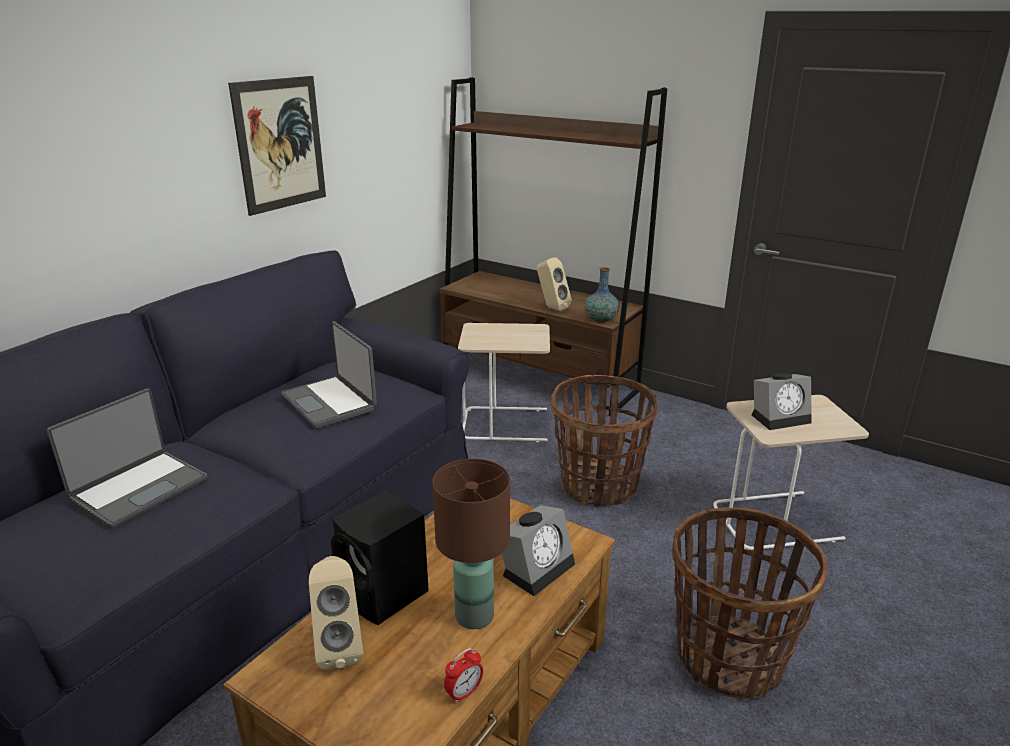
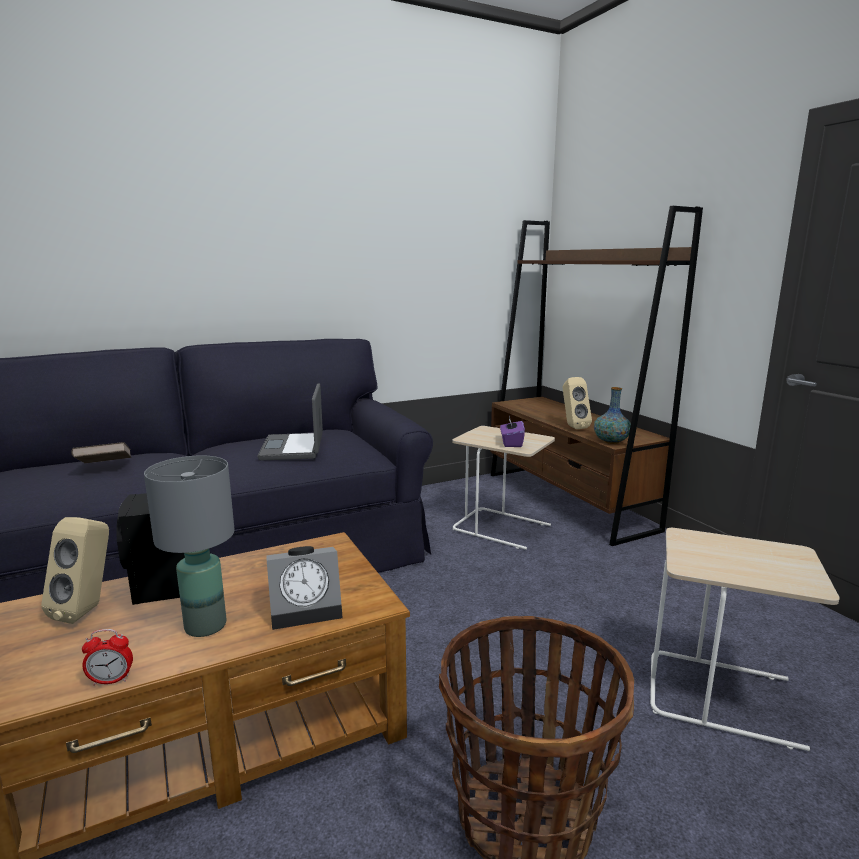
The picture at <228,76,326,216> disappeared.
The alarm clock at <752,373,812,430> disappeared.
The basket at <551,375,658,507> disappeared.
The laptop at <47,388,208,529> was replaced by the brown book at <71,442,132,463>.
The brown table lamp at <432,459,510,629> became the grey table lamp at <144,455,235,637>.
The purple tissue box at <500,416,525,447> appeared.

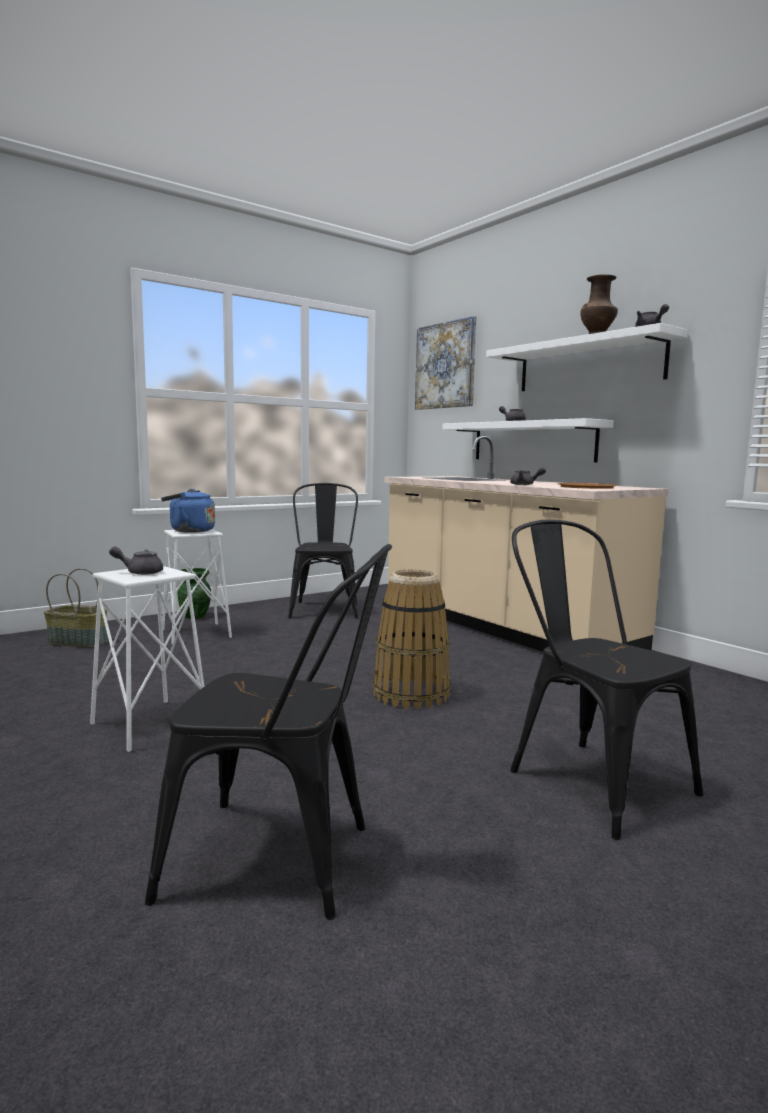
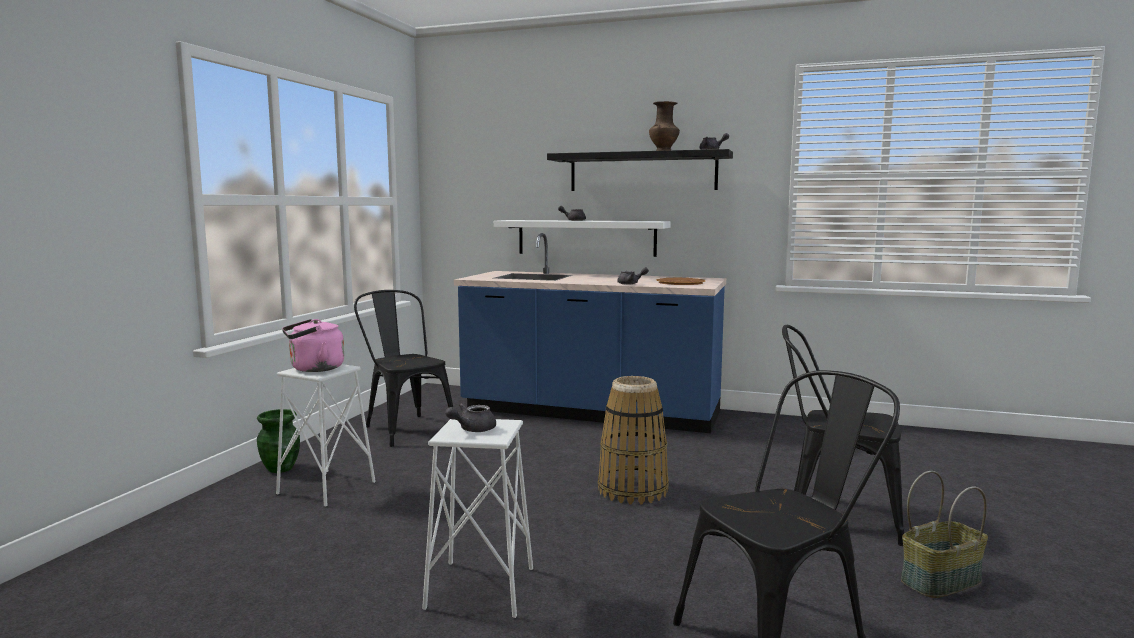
The picture at <415,316,477,410> disappeared.
The white shelf at <486,323,688,391> became the black shelf at <547,149,733,191>.
The beige counter at <384,436,669,652> became the blue counter at <454,233,726,433>.
The blue kettle at <161,489,215,533> became the pink kettle at <282,319,344,372>.
The basket moved from <44,568,107,647> to <901,471,988,598>.

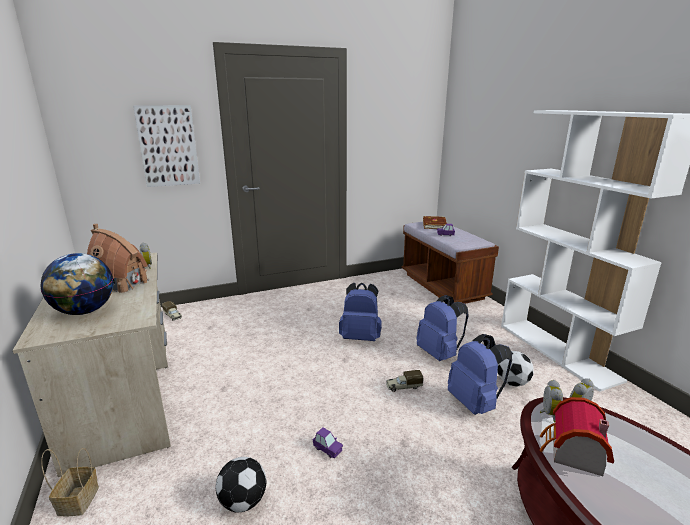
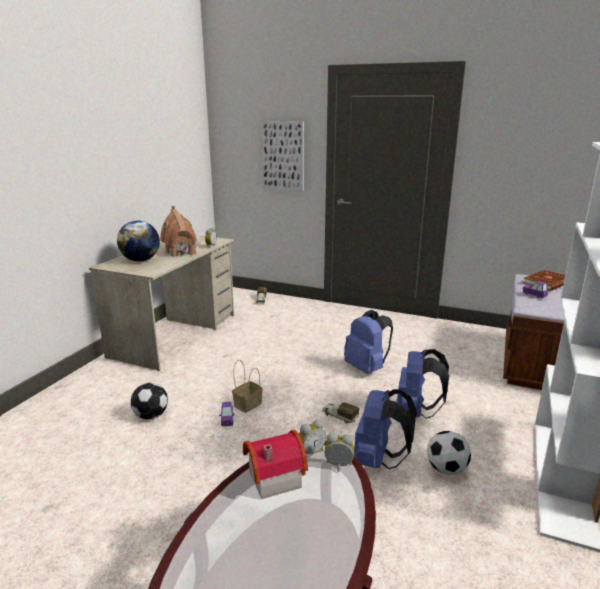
The basket moved from <41,448,99,516> to <232,360,263,413>.

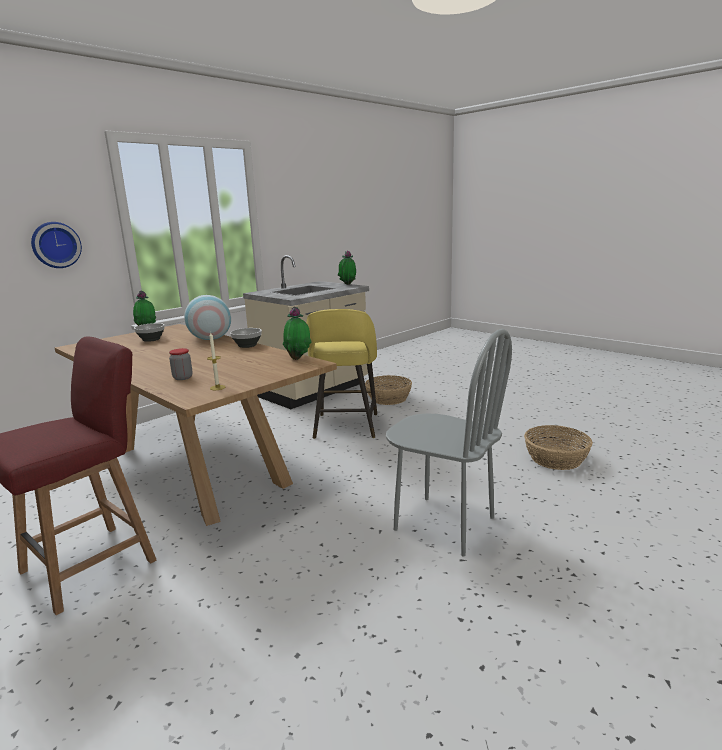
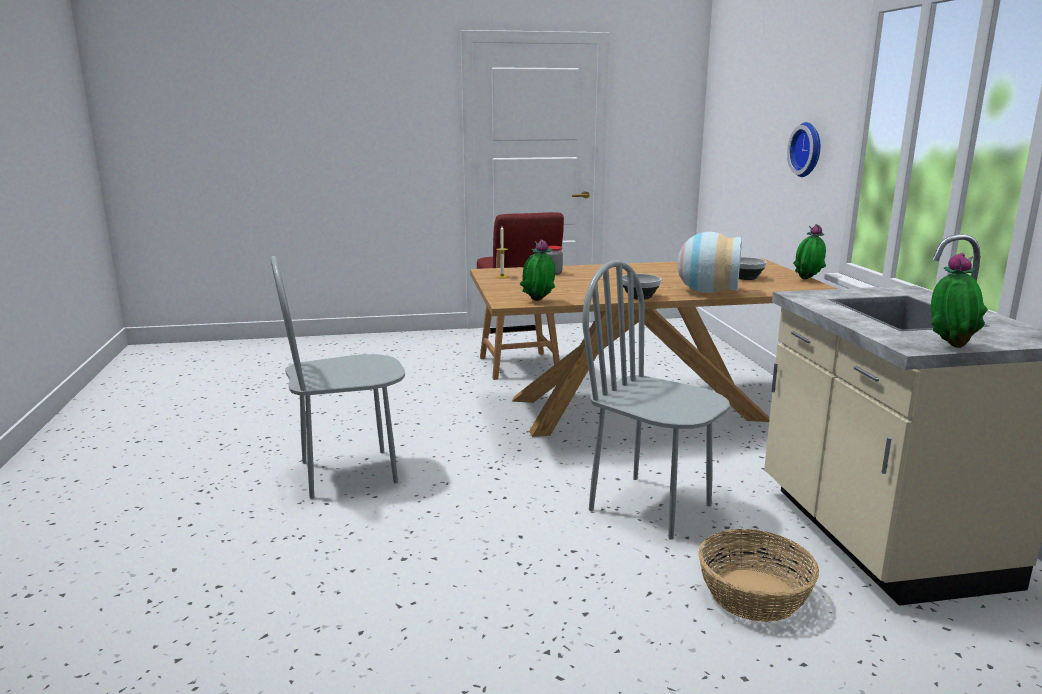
The yellow stool at <306,309,377,439> was replaced by the grey chair at <582,260,730,540>.
The basket at <524,425,593,470> disappeared.

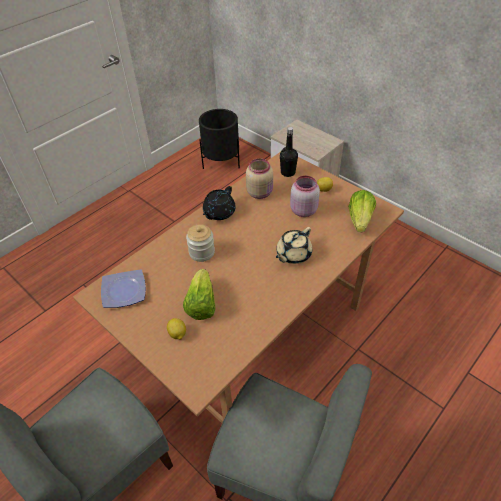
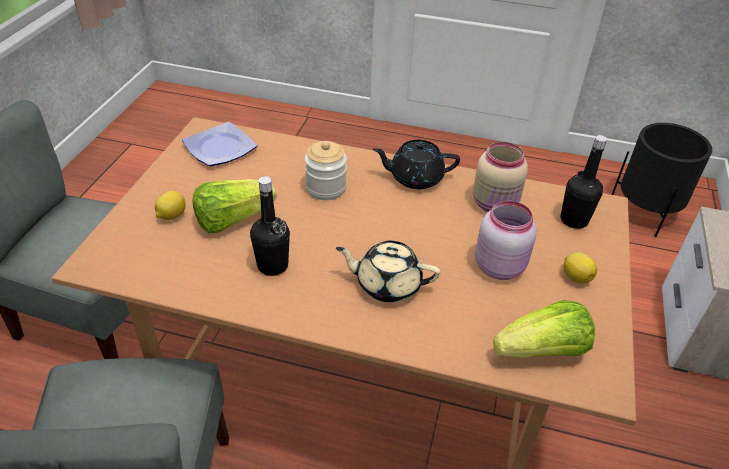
The black bottle at <250,176,290,276> appeared.

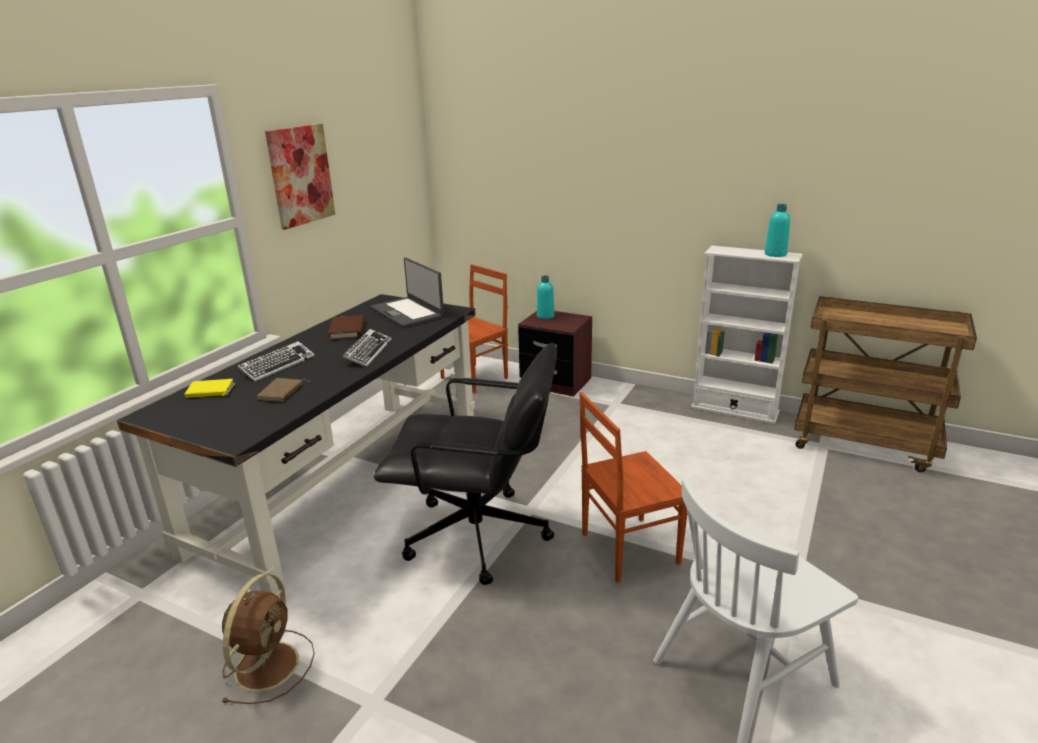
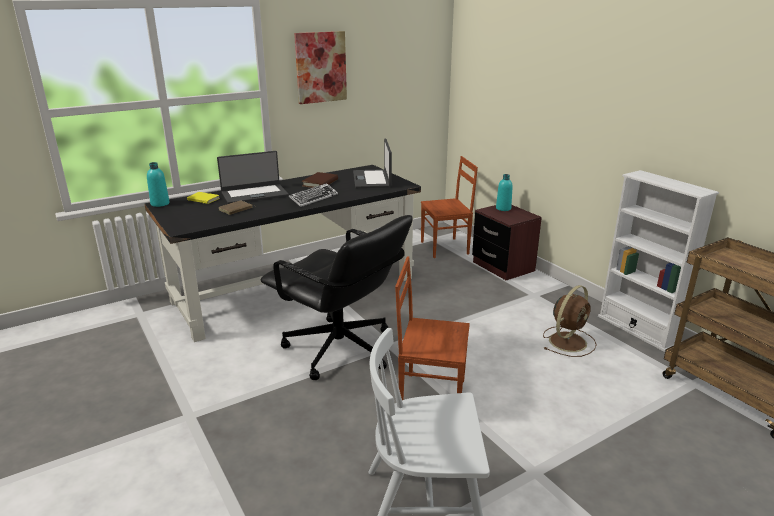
The turquoise bottle moved from <765,204,790,257> to <147,162,170,207>.
The keyboard at <238,341,315,382> was replaced by the laptop at <217,151,289,204>.
The brown fan moved from <221,573,315,704> to <543,285,597,357>.

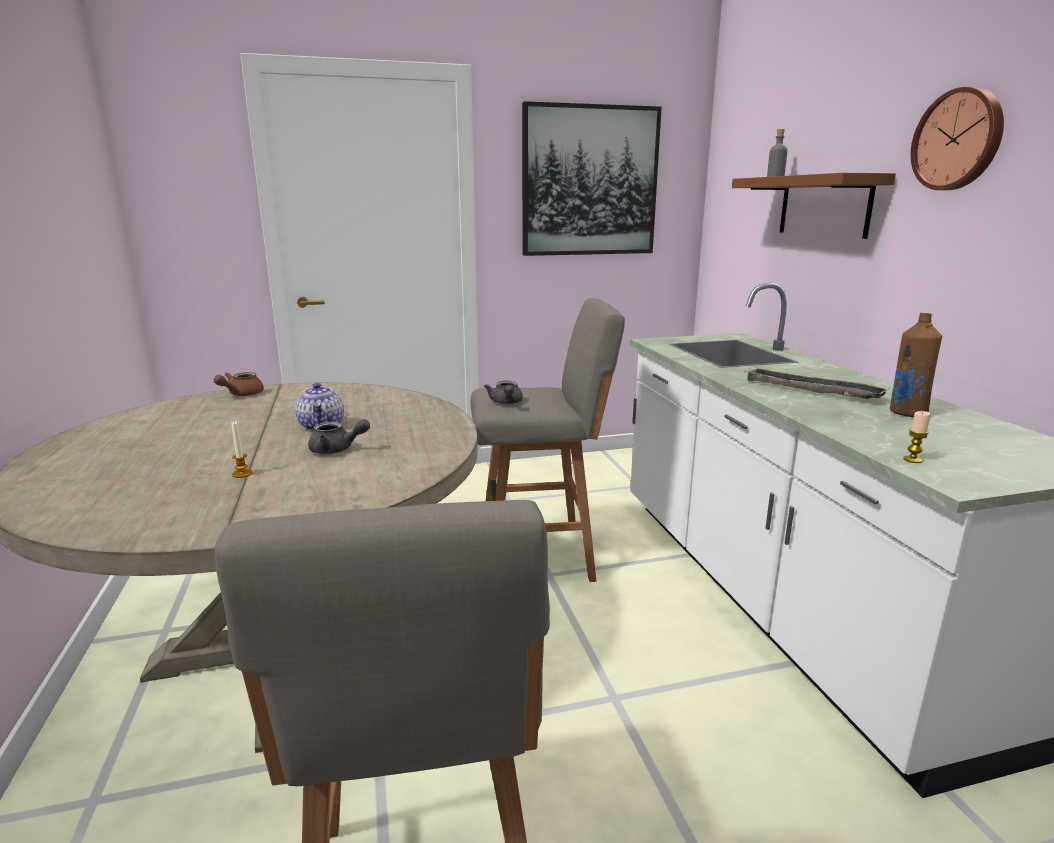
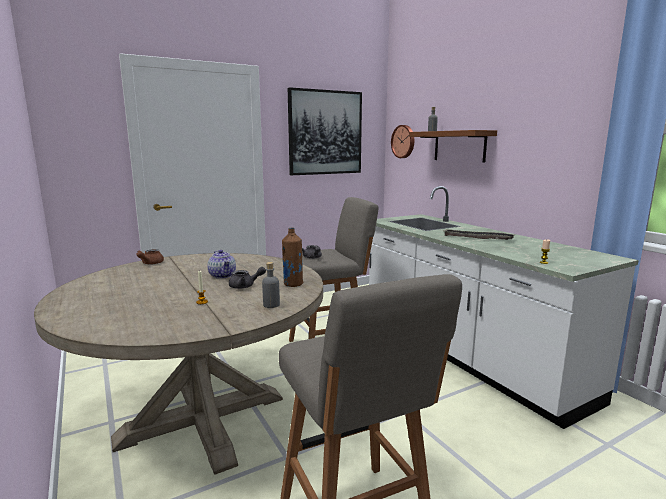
The wall clock moved from <911,87,1004,190> to <391,125,414,158>.
The brown bottle moved from <890,313,942,417> to <282,228,303,287>.
The grey bottle at <262,262,280,308> appeared.

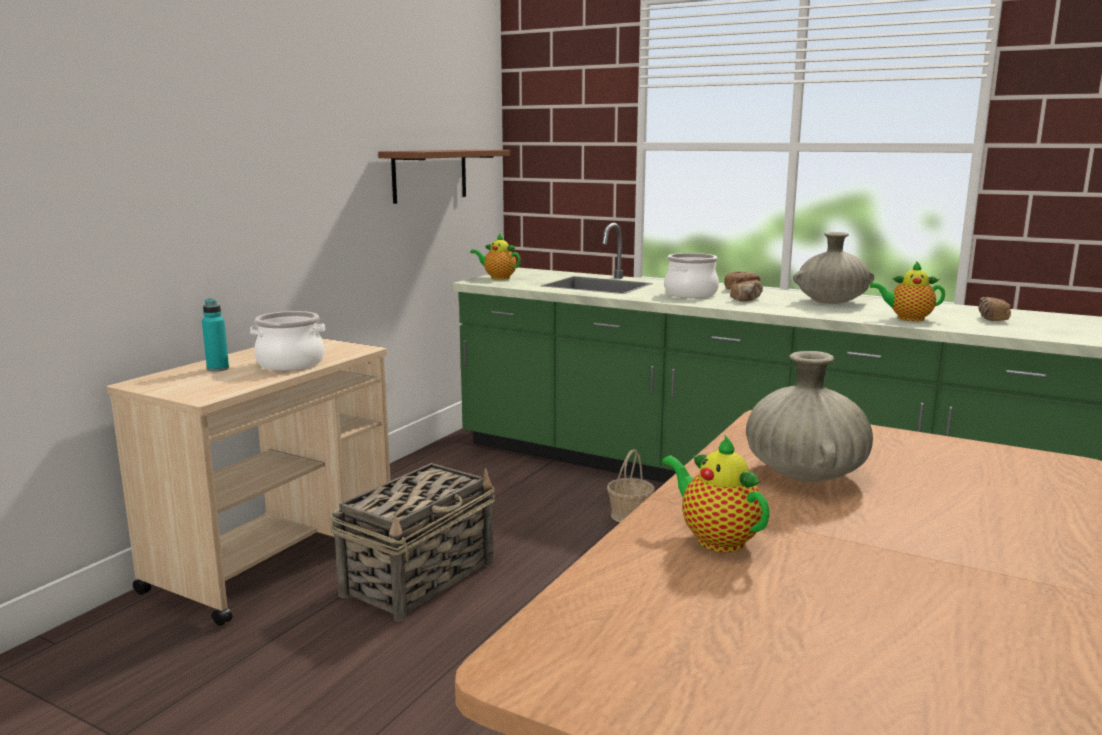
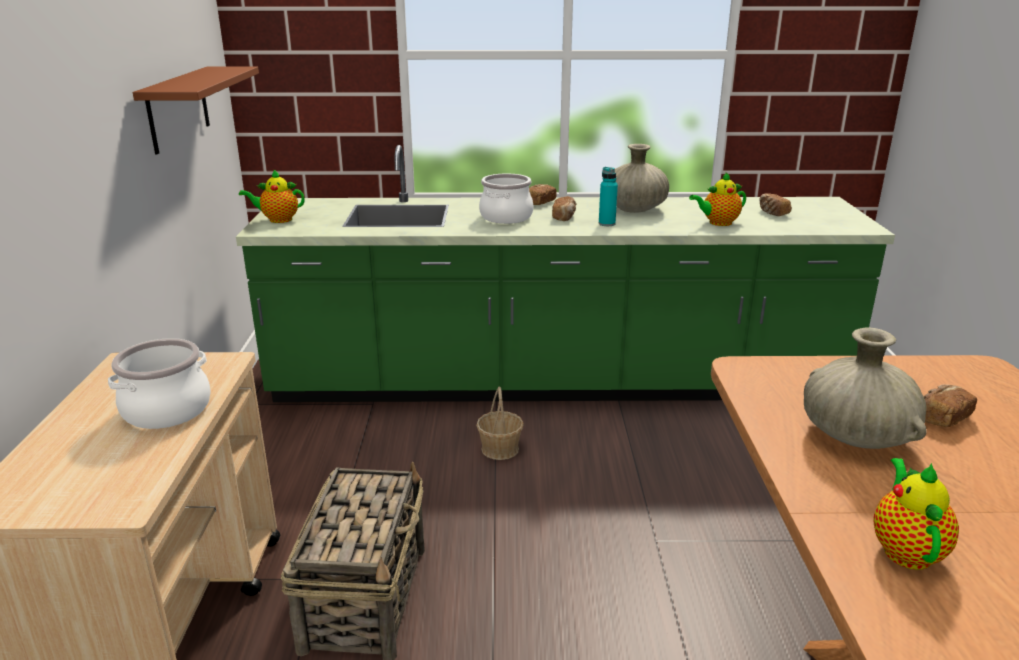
The turquoise bottle moved from <202,299,229,372> to <599,167,618,226>.
The teapot at <662,435,770,552> turned 75 degrees clockwise.
The bread at <924,385,977,427> appeared.

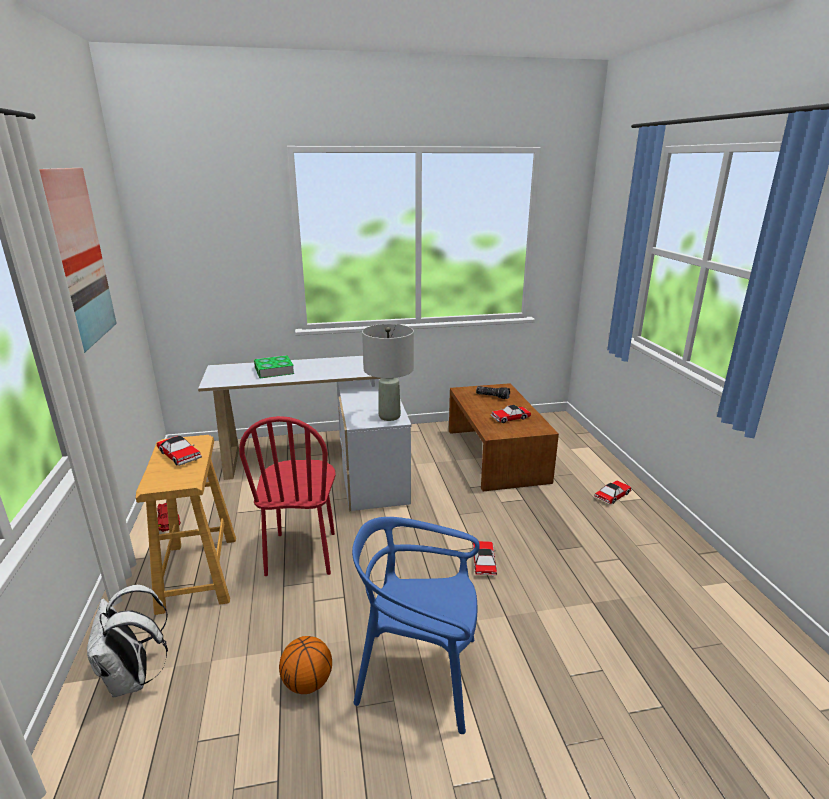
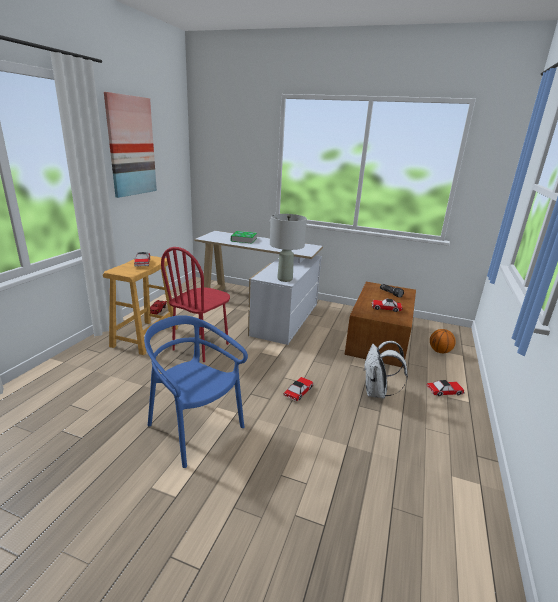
The white backpack moved from <87,585,168,697> to <364,341,408,399>.
The basketball moved from <279,636,332,694> to <430,329,456,353>.

